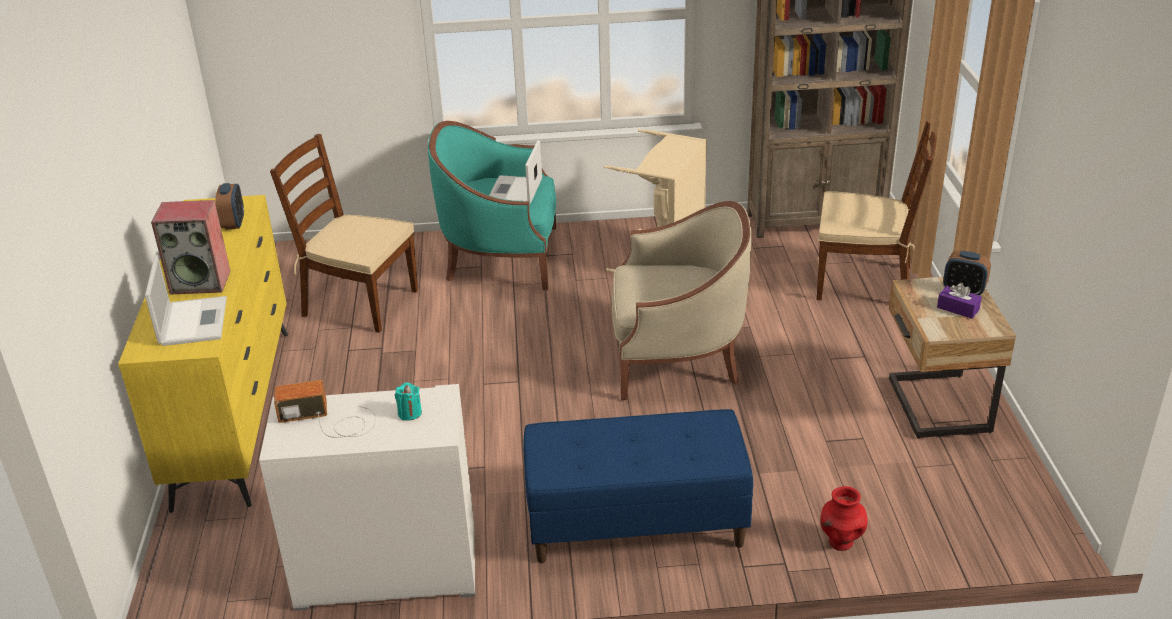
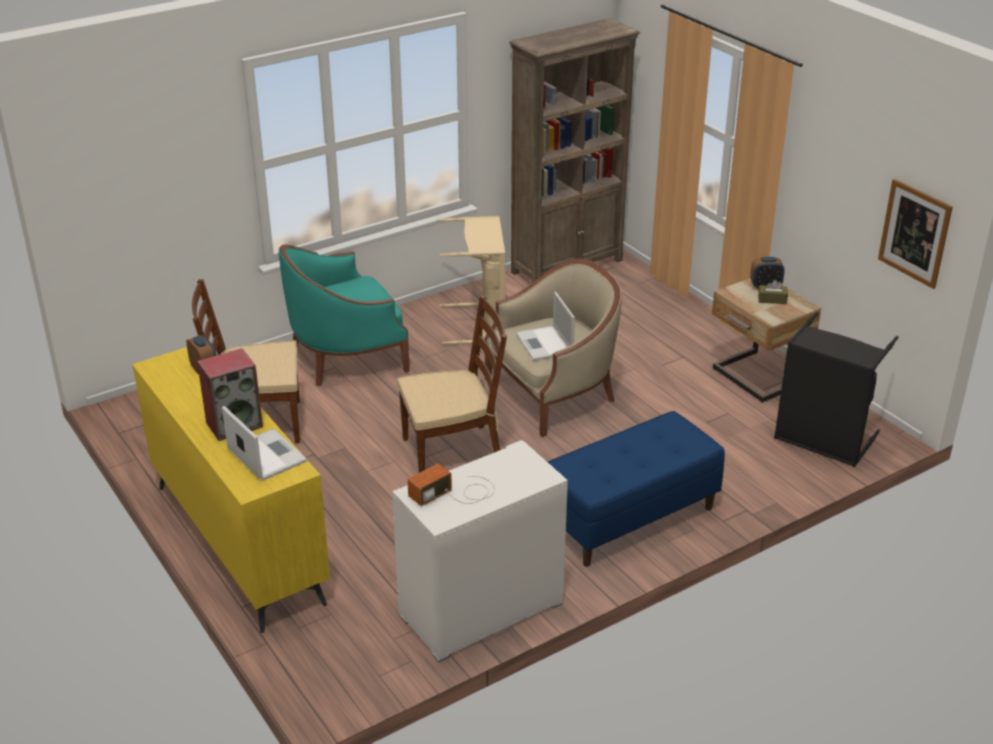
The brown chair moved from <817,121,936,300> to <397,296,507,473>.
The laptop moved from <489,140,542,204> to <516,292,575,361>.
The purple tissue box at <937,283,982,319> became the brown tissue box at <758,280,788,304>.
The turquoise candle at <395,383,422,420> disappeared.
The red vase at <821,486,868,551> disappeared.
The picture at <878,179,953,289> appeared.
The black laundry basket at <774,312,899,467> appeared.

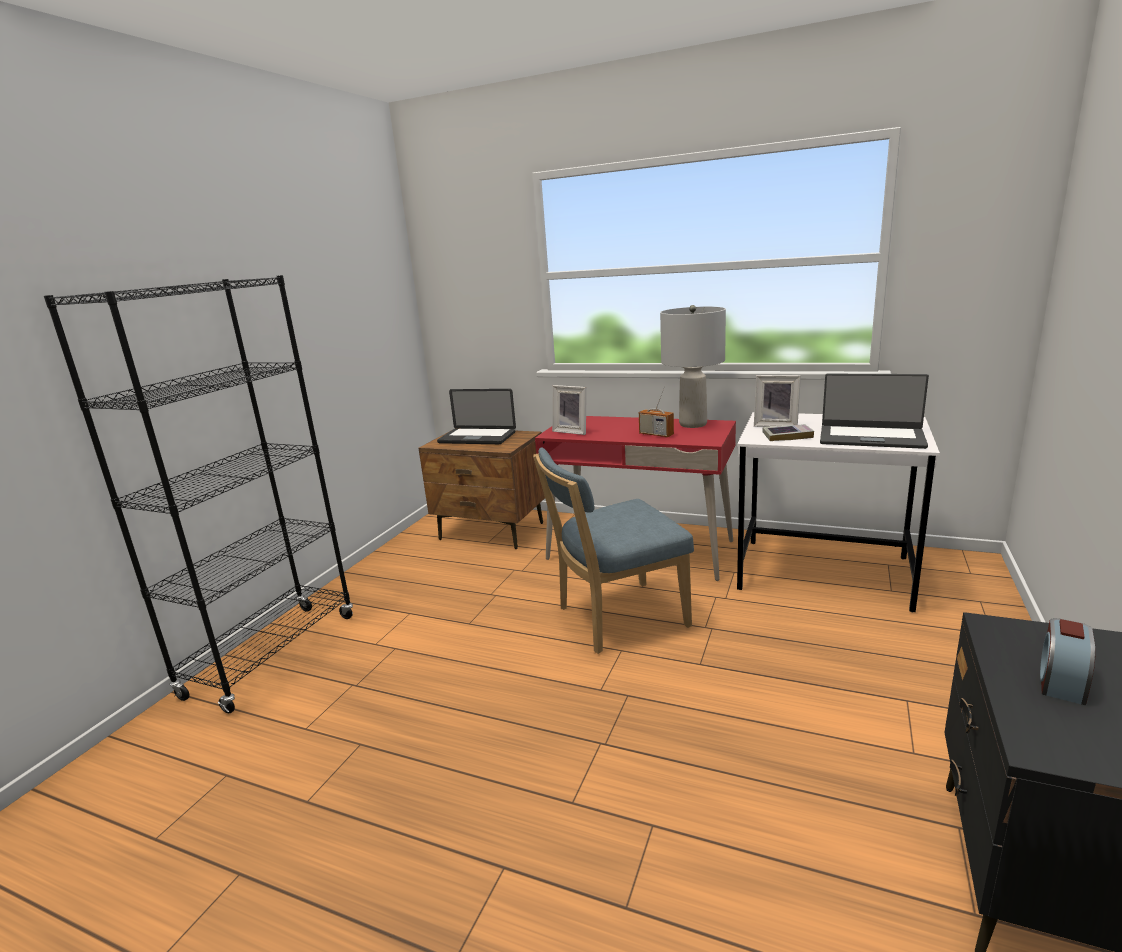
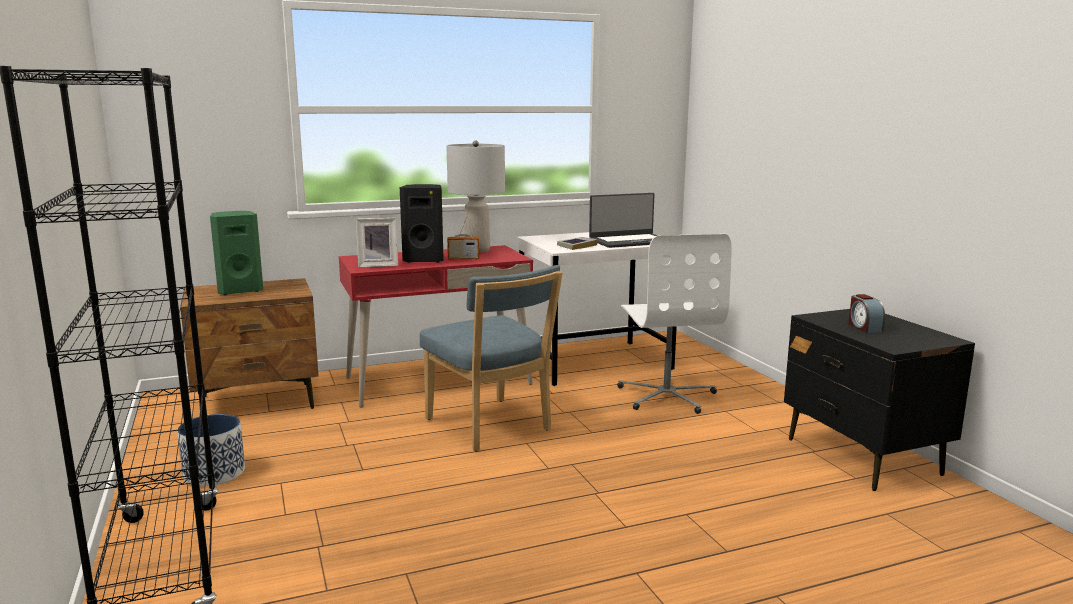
The picture frame at <754,375,801,427> disappeared.
The laptop at <437,389,516,444> was replaced by the green speaker at <210,211,263,295>.
The blue chair at <533,447,694,654> turned 60 degrees counterclockwise.
The black speaker at <400,184,444,263> appeared.
The white office chair at <617,234,732,414> appeared.
The planter at <177,414,245,486> appeared.

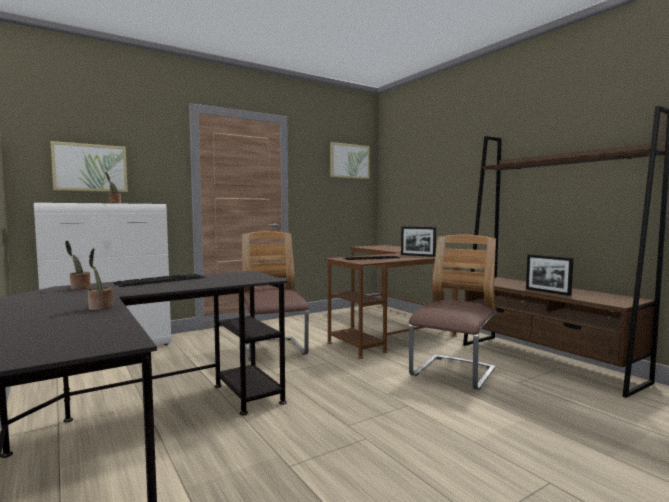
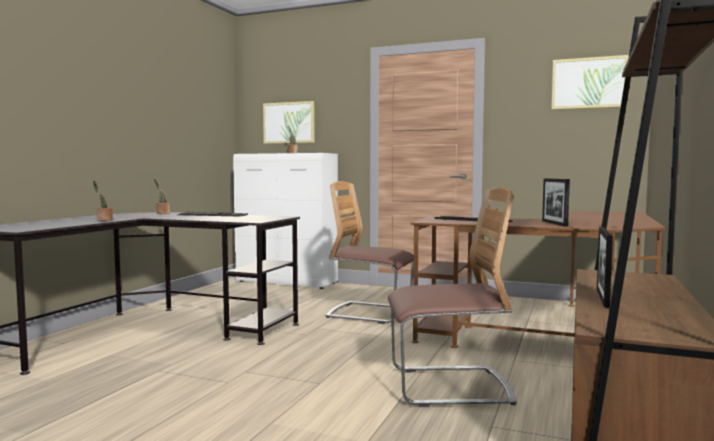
The chair at <242,231,309,361> turned 105 degrees counterclockwise.

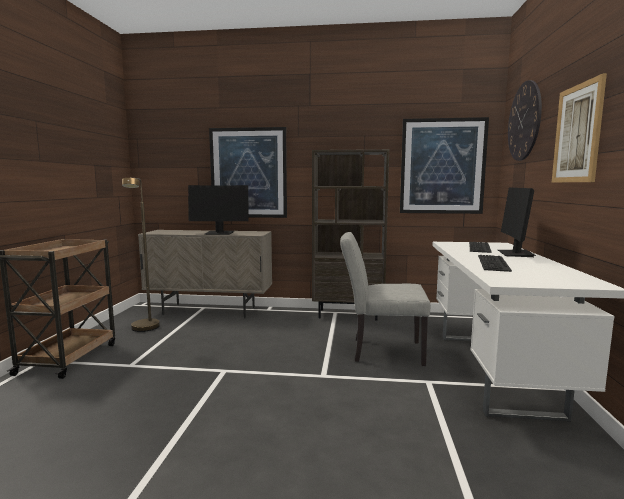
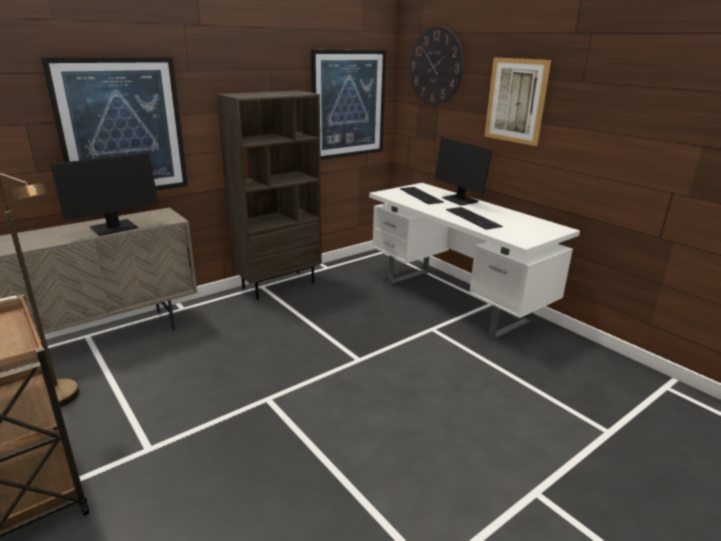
The grey chair at <340,232,430,366> disappeared.

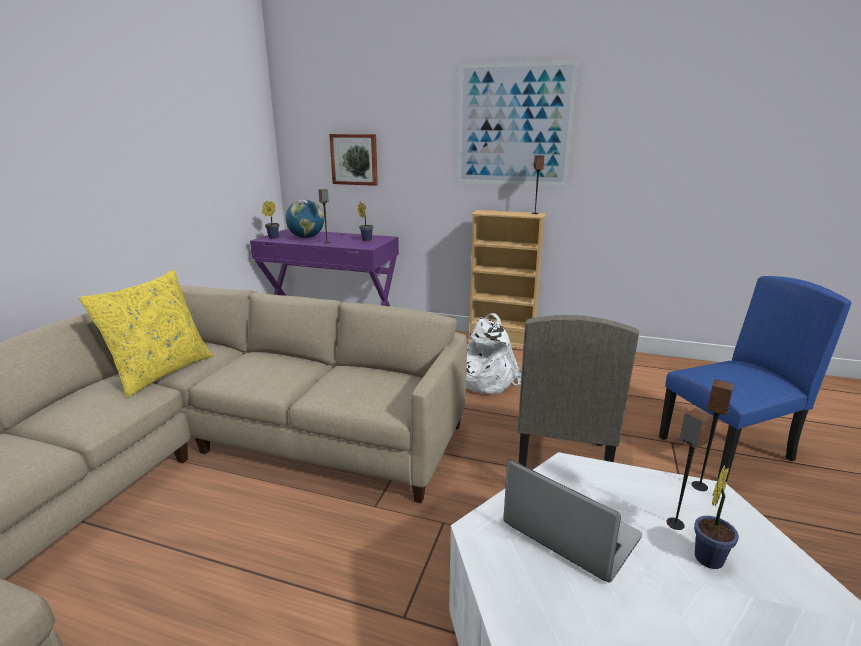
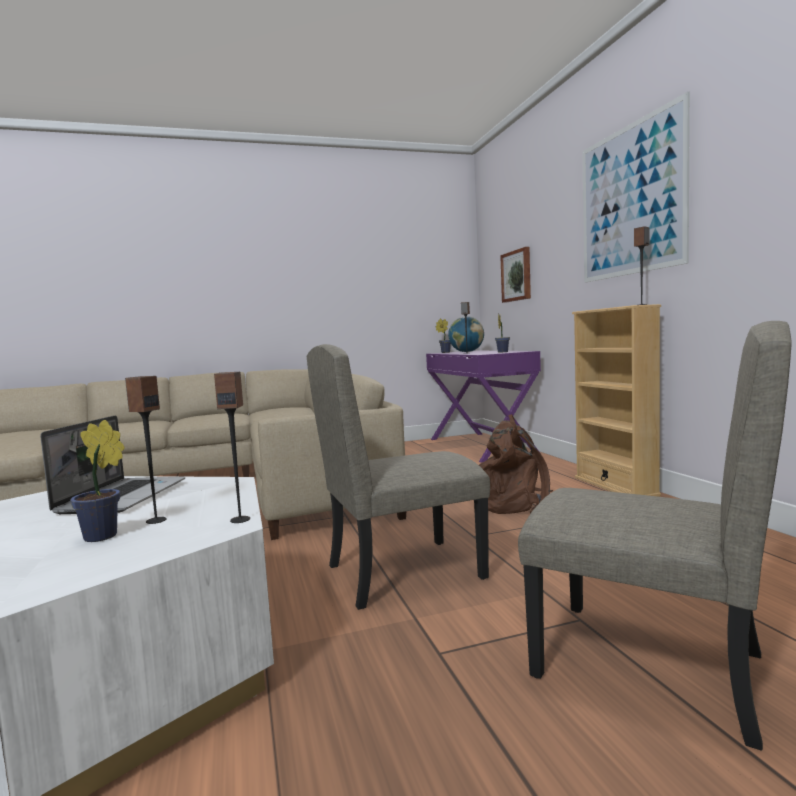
The yellow pillow at <78,270,213,398> disappeared.
The blue chair at <659,276,851,482> became the beige chair at <518,321,792,751>.
The white backpack at <466,313,521,394> became the brown backpack at <479,414,553,514>.

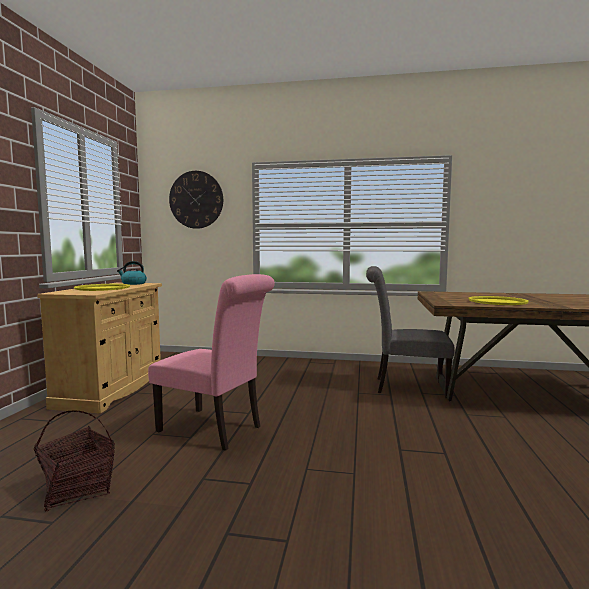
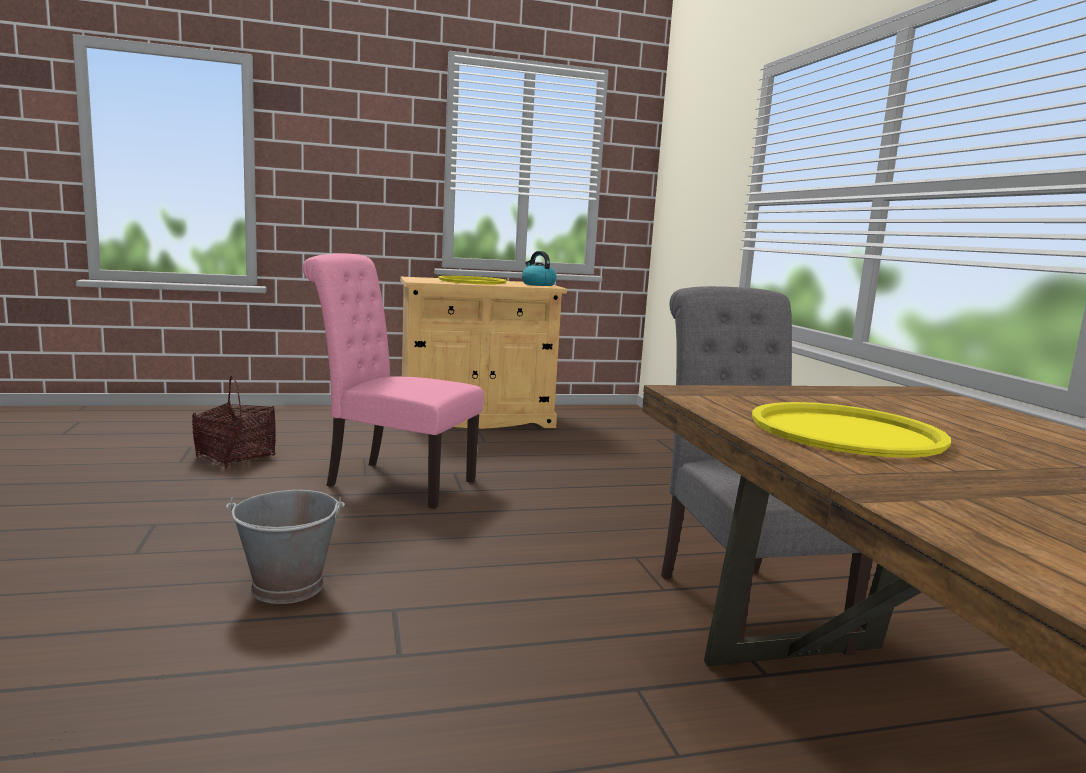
The wall clock at <169,171,223,229> disappeared.
The pink chair at <148,274,275,451> turned 105 degrees clockwise.
The grey bucket at <226,490,345,604> appeared.

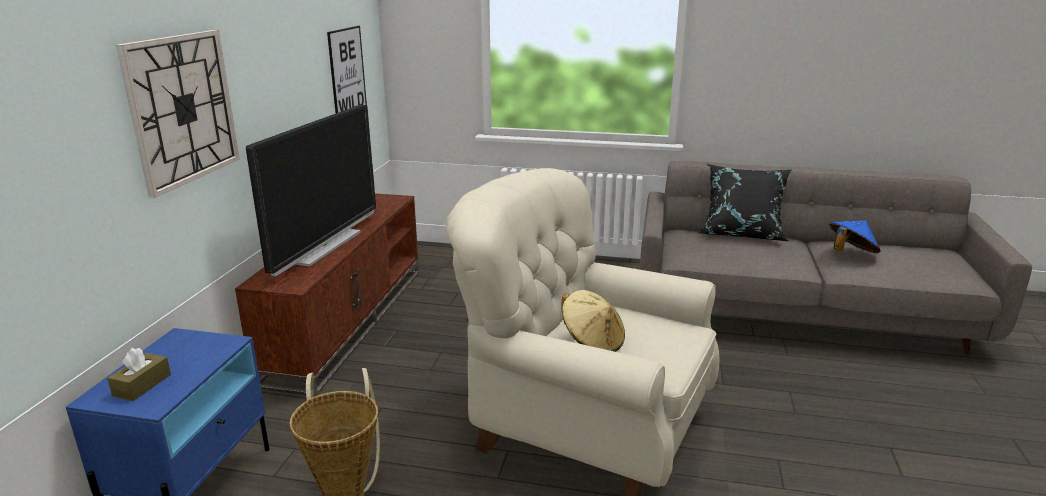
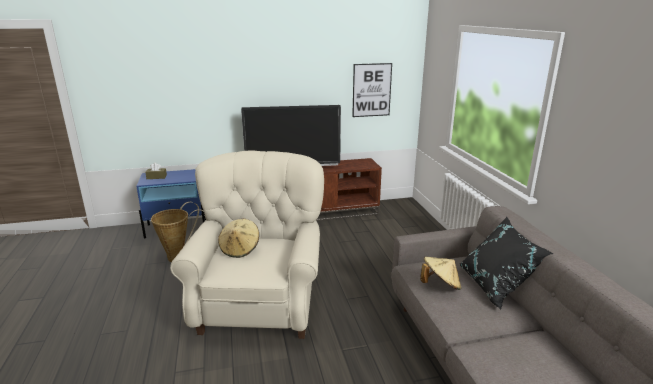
The wall clock at <116,30,240,198> disappeared.
The blue hat at <829,220,881,253> disappeared.
The beige hat at <420,256,461,290> appeared.

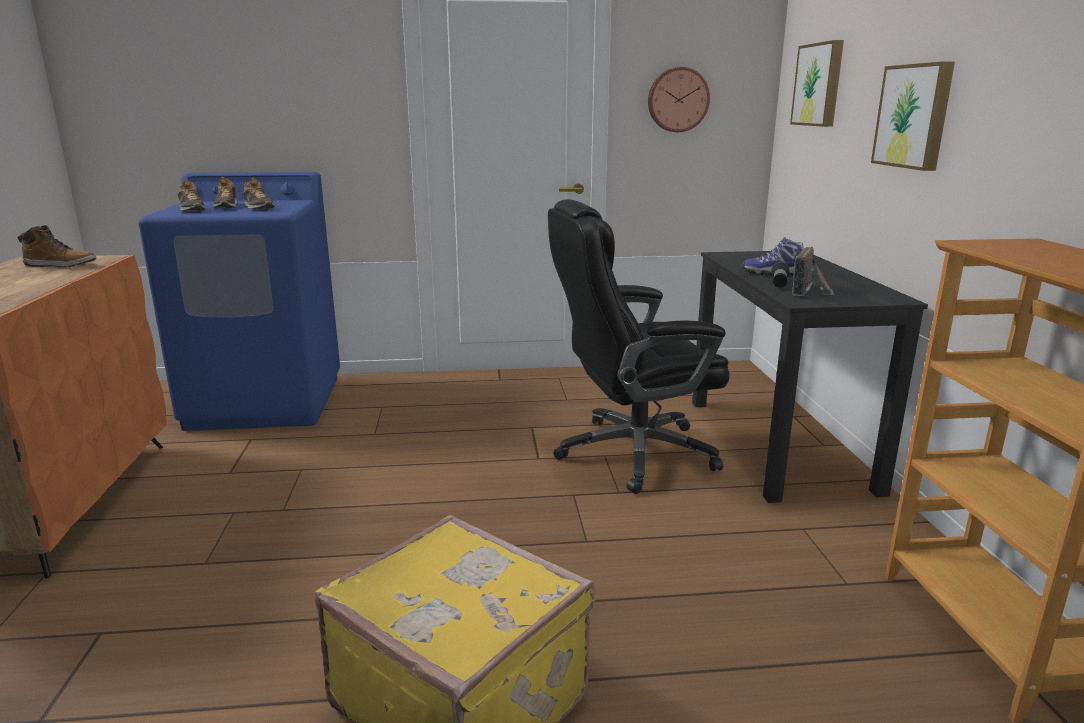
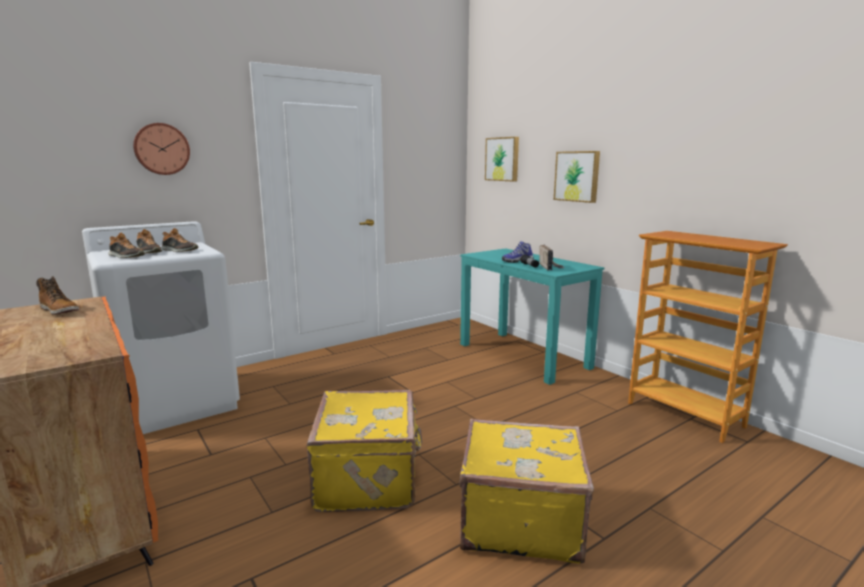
The wall clock moved from <648,67,710,132> to <133,123,190,175>.
The blue washing machine at <139,172,340,431> became the white washing machine at <82,221,240,434>.
The black office chair at <548,199,730,494> disappeared.
The boot at <18,225,97,268> turned 60 degrees clockwise.
The black desk at <692,251,928,503> became the turquoise desk at <460,248,604,385>.
The yellow suitcase at <306,390,422,512> appeared.

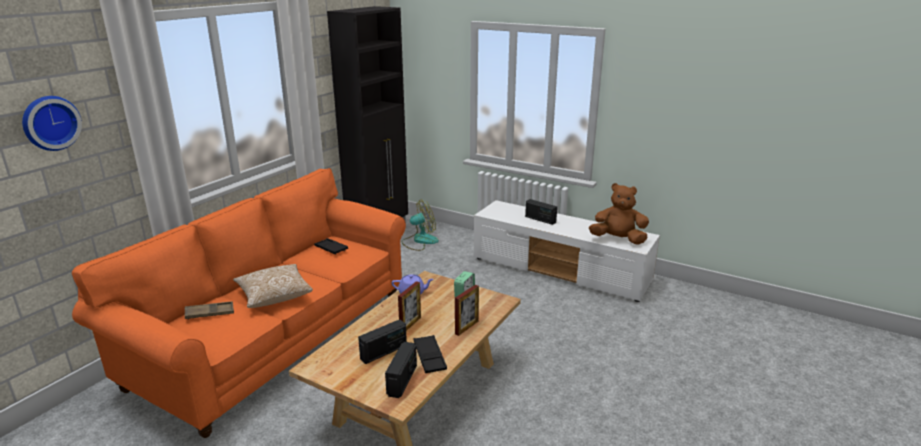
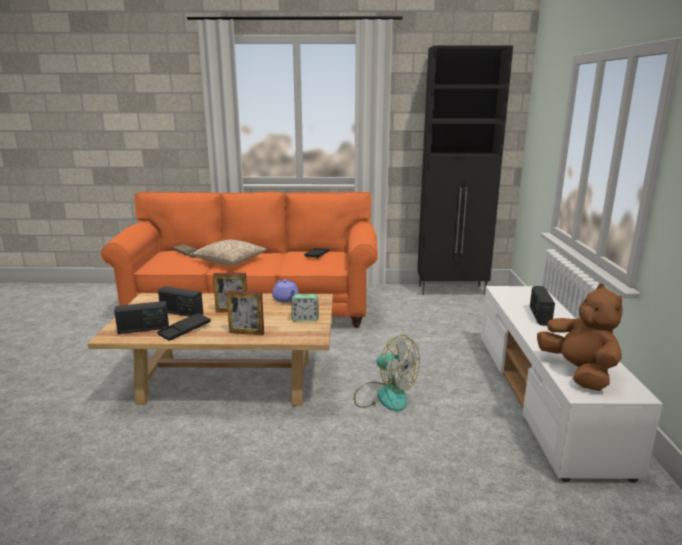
The wall clock at <22,96,82,151> disappeared.
The fan moved from <401,199,439,251> to <354,335,420,412>.

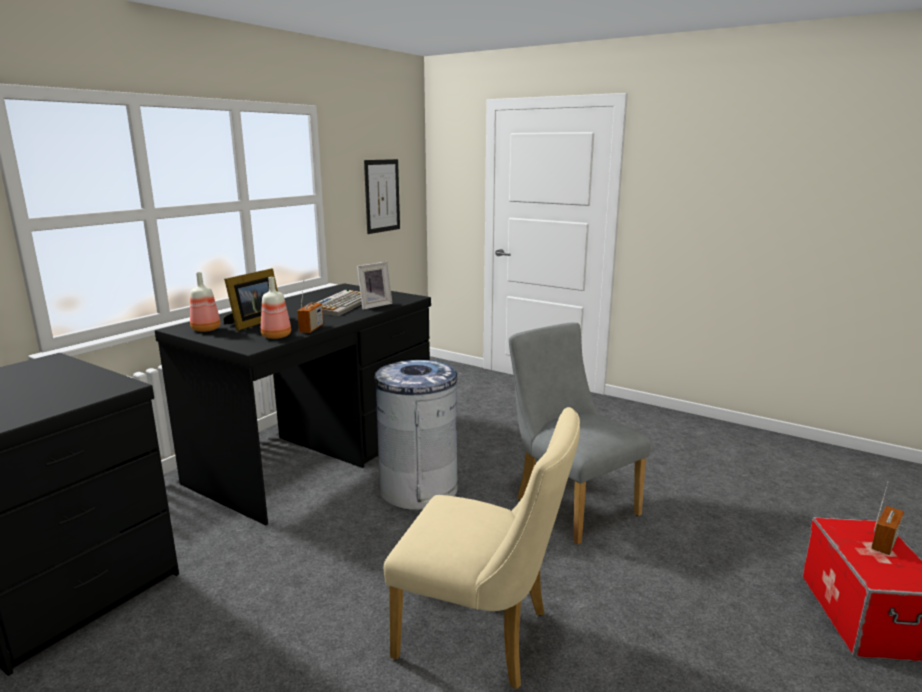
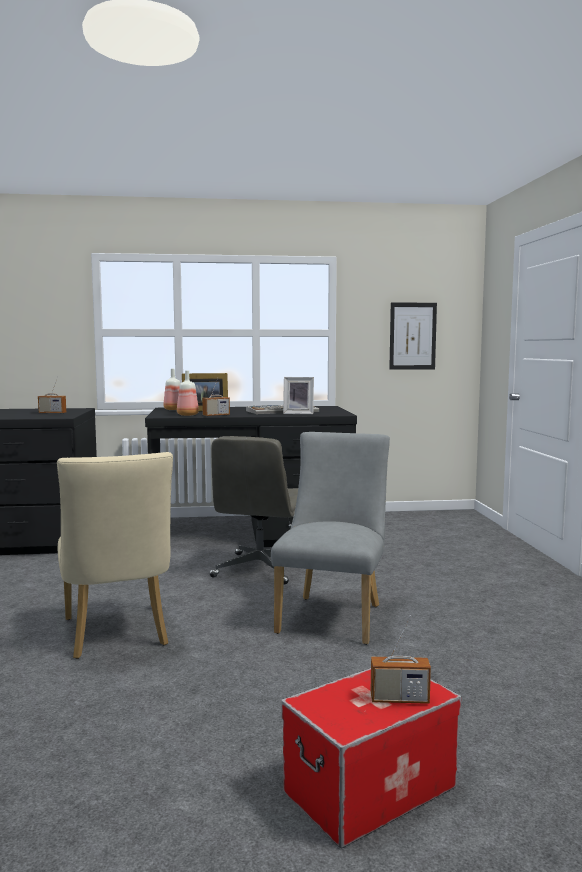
The grey trash can at <375,360,458,510> was replaced by the grey office chair at <209,436,298,585>.
The radio at <38,377,66,414> appeared.

